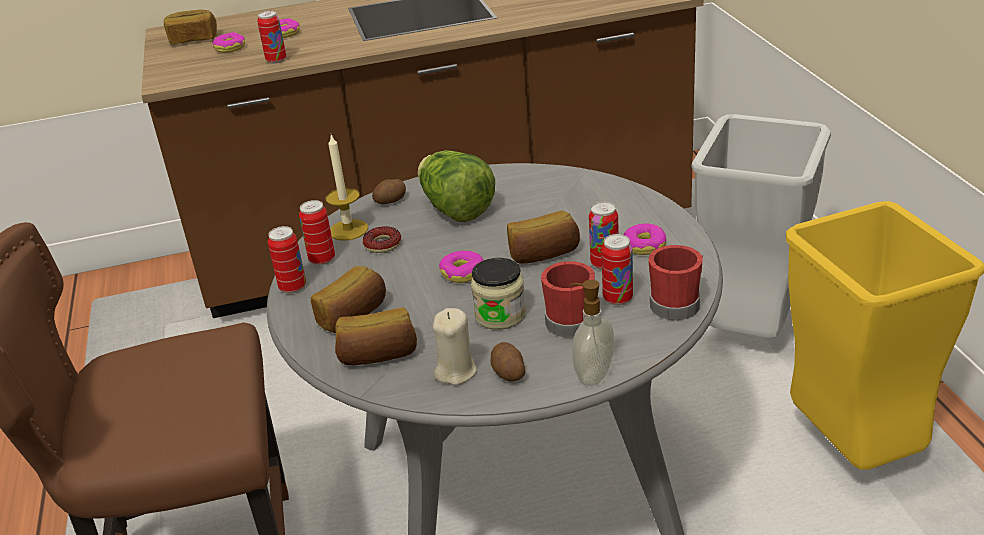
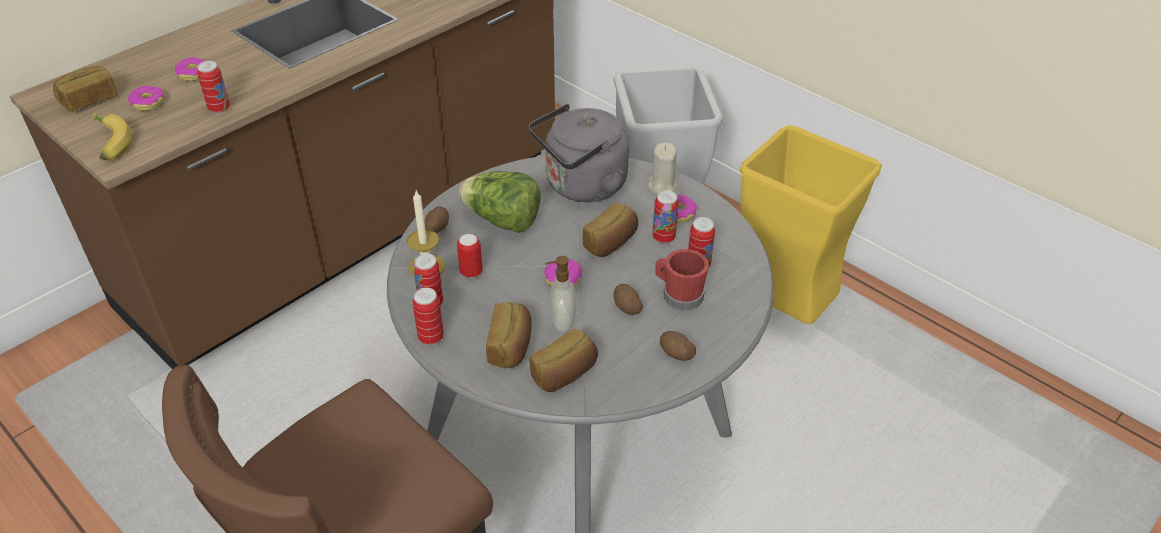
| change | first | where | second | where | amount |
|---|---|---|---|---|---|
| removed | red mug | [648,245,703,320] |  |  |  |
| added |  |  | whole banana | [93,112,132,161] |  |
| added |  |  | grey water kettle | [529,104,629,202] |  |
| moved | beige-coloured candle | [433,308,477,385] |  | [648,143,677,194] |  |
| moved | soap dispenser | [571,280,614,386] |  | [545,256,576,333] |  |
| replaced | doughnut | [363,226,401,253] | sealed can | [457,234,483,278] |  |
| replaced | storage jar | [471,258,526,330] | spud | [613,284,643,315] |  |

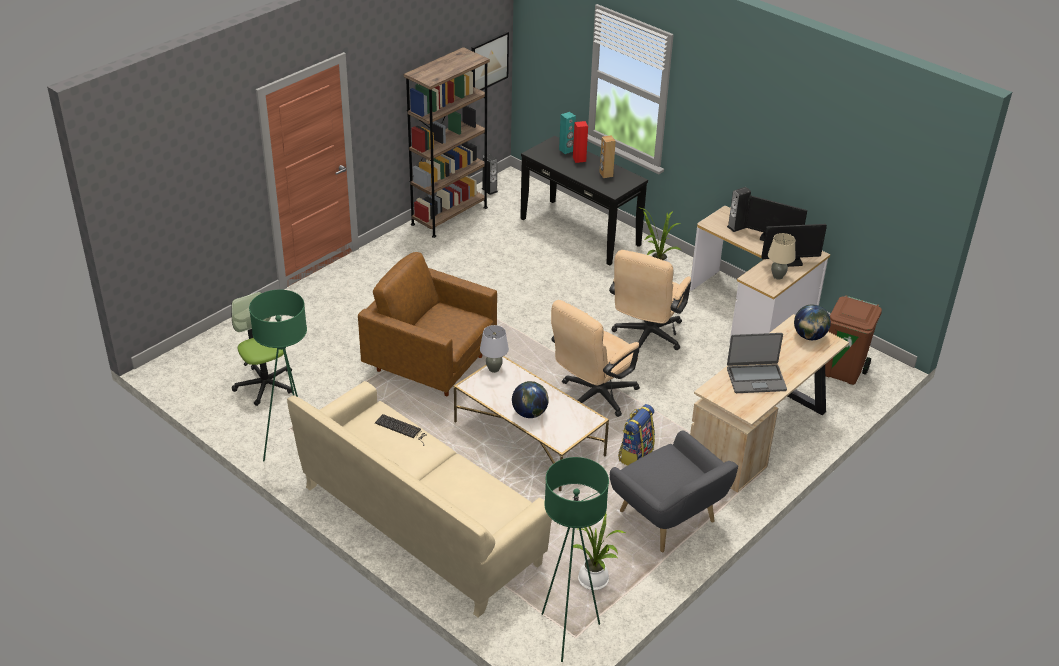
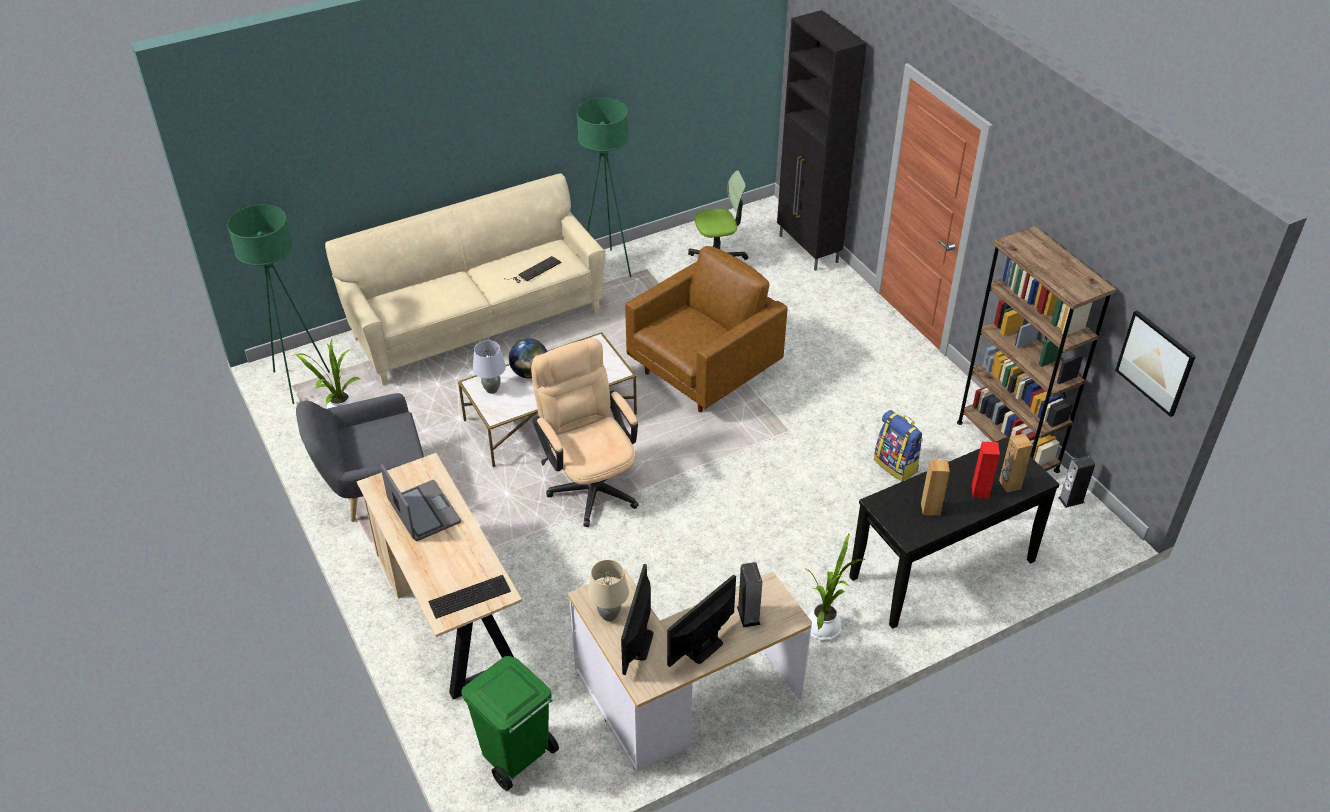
| change | first | where | second | where | amount |
|---|---|---|---|---|---|
| removed | beige-coloured office chair | [609,250,691,354] |  |  |  |
| added |  |  | blackish storage cabinet | [777,10,867,271] |  |
| moved | grey lamp for a table | [480,325,509,373] |  | [473,340,506,394] |  |
| moved | backpack | [618,404,655,466] |  | [874,410,923,481] |  |
| replaced | globe | [794,304,831,340] | keyboard | [428,575,511,619] |  |
| recoloured | blue-green speaker | [559,112,576,154] | brown speaker | [999,434,1033,492] |  |
| recoloured | brown trash can | [825,295,882,385] | green trash can | [461,656,559,791] |  |
| turned | portable computer | [727,333,787,393] |  | [380,464,461,541] | 135 degrees clockwise |

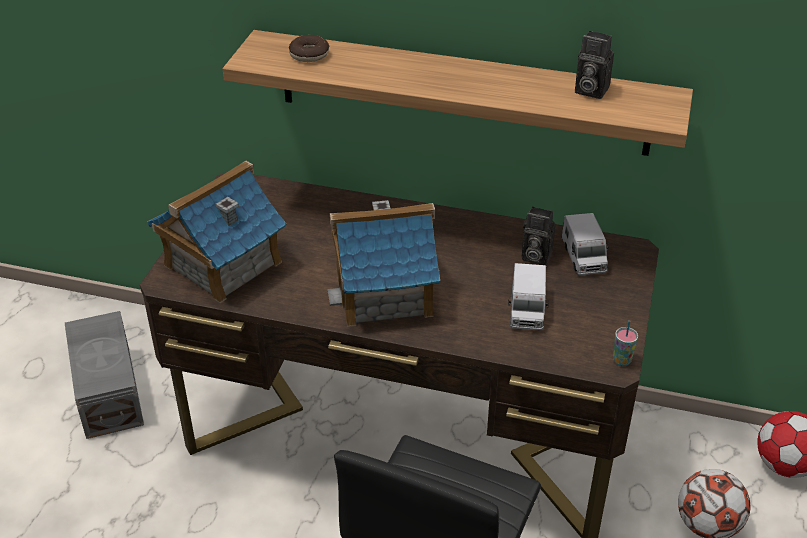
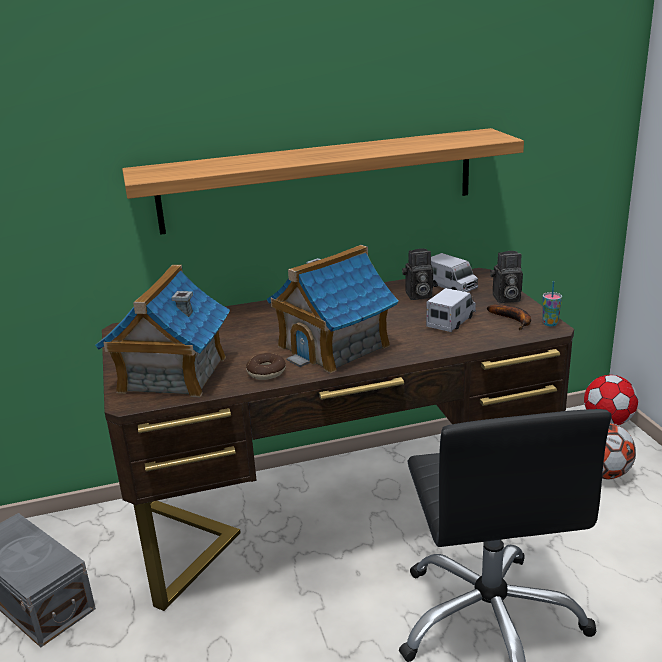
| change | first | where | second | where | amount |
|---|---|---|---|---|---|
| added |  |  | whole banana | [487,304,531,330] |  |
| moved | doughnut | [289,35,329,62] |  | [246,353,286,380] |  |
| moved | still camera | [575,31,614,99] |  | [490,251,523,303] |  |
| turned | model truck | [508,263,549,331] |  | [426,288,476,332] | 120 degrees counterclockwise |

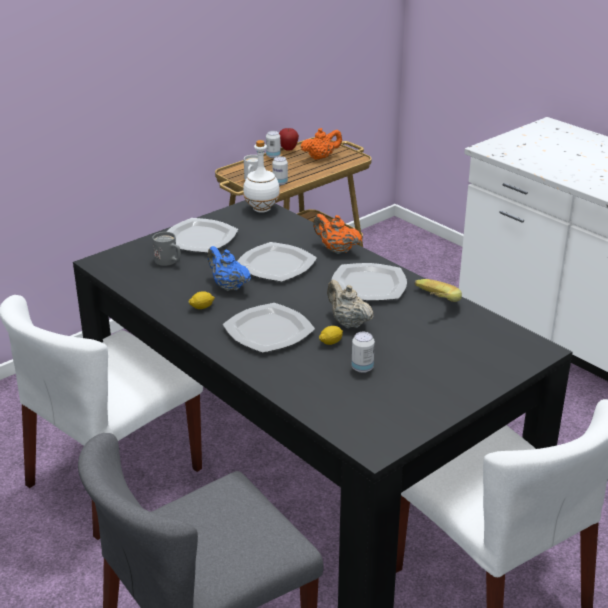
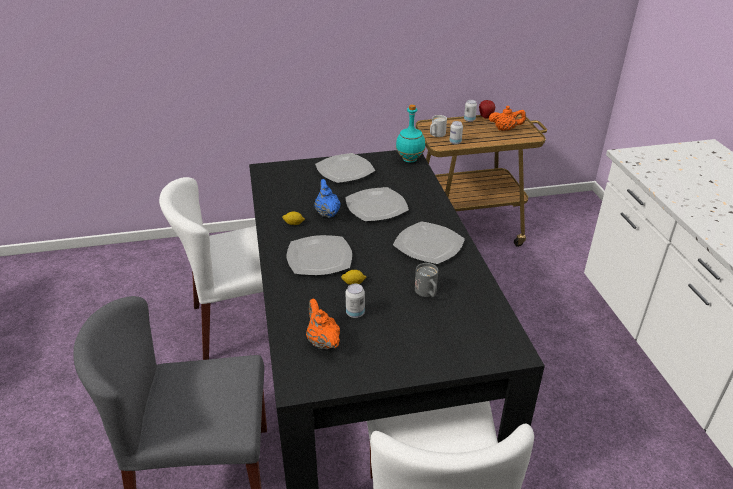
| change | first | where | second | where | amount |
|---|---|---|---|---|---|
| removed | beige-coloured tea pot | [327,280,374,328] |  |  |  |
| removed | whole banana | [414,279,462,302] |  |  |  |
| moved | grey mug | [152,232,181,266] |  | [415,263,438,297] |  |
| moved | orange-coloured tea pot | [313,214,362,254] |  | [306,299,340,350] |  |
| recoloured | whitish drink bottle | [243,140,280,213] | blue-green drink bottle | [396,104,425,163] |  |

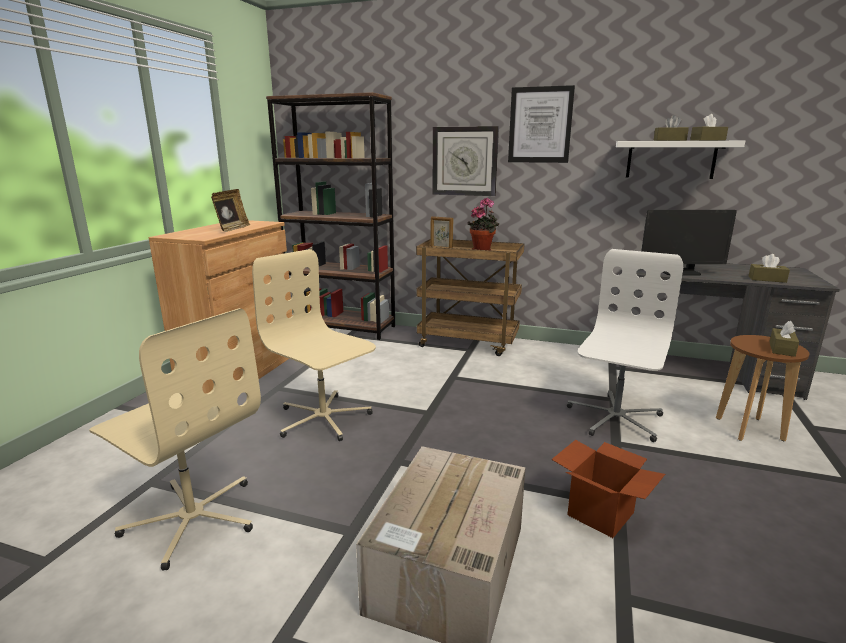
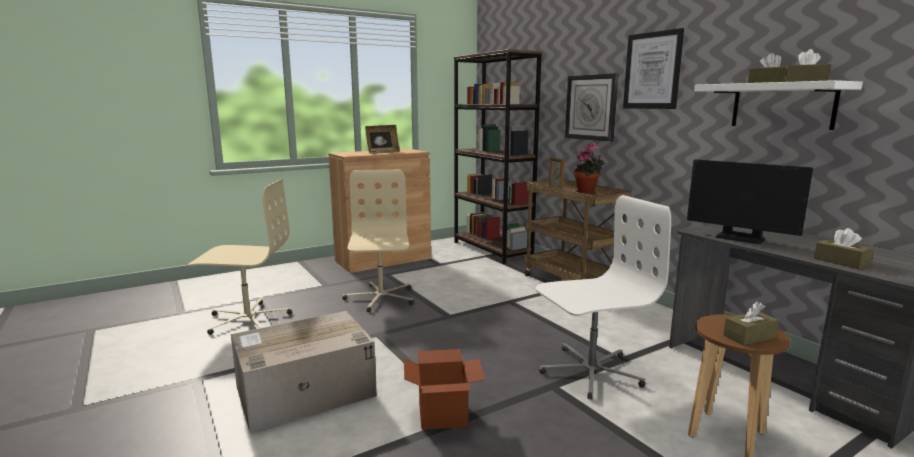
| change | first | where | second | where | amount |
|---|---|---|---|---|---|
| turned | beige-coloured office chair | [89,308,261,570] |  | [188,179,292,335] | 75 degrees counterclockwise |

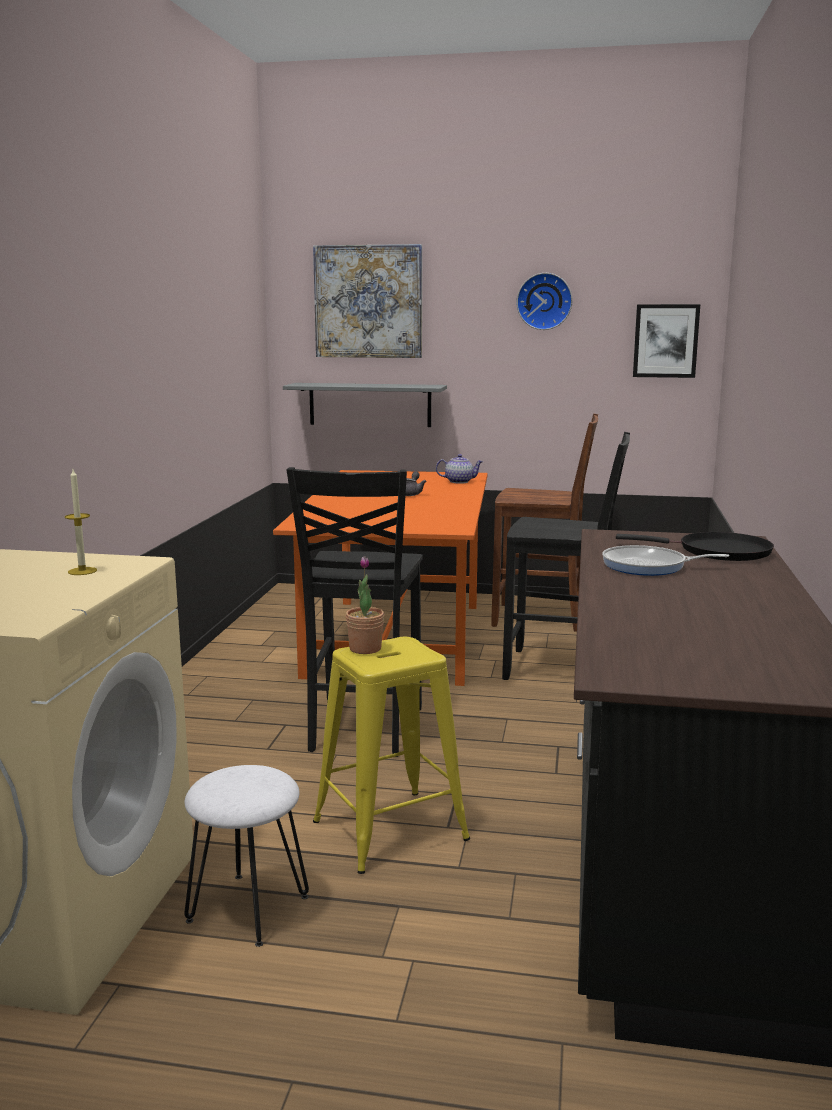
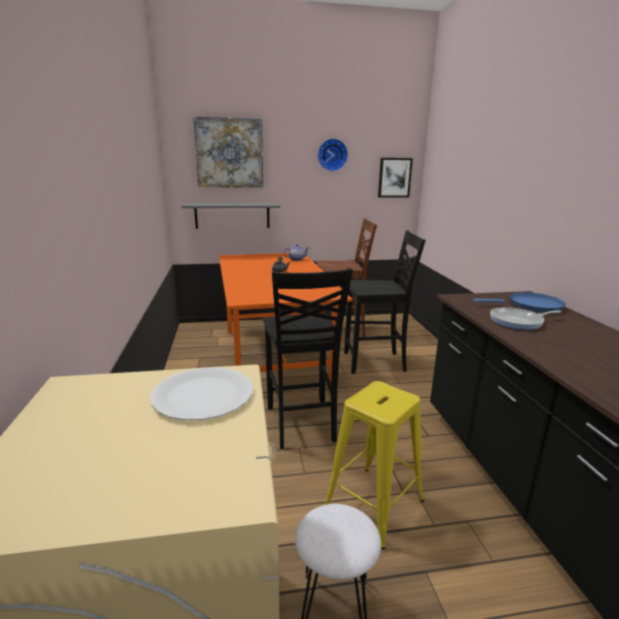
| change | first | where | second | where | amount |
|---|---|---|---|---|---|
| removed | potted plant | [346,556,384,654] |  |  |  |
| replaced | candle | [65,469,97,575] | whitish flat dish | [150,367,253,421] |  |
| recoloured | blackish pan | [616,532,774,561] | bluish pan | [473,292,566,312] |  |

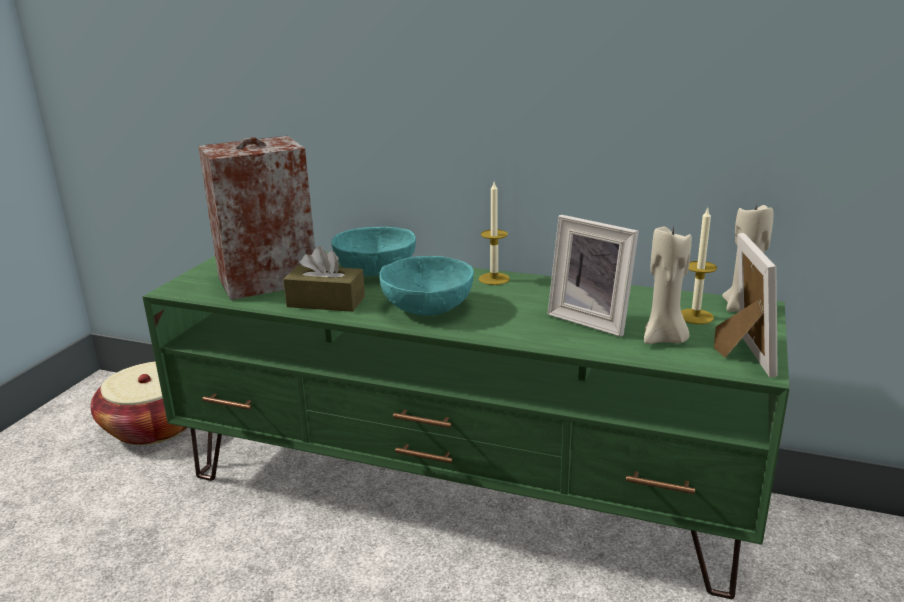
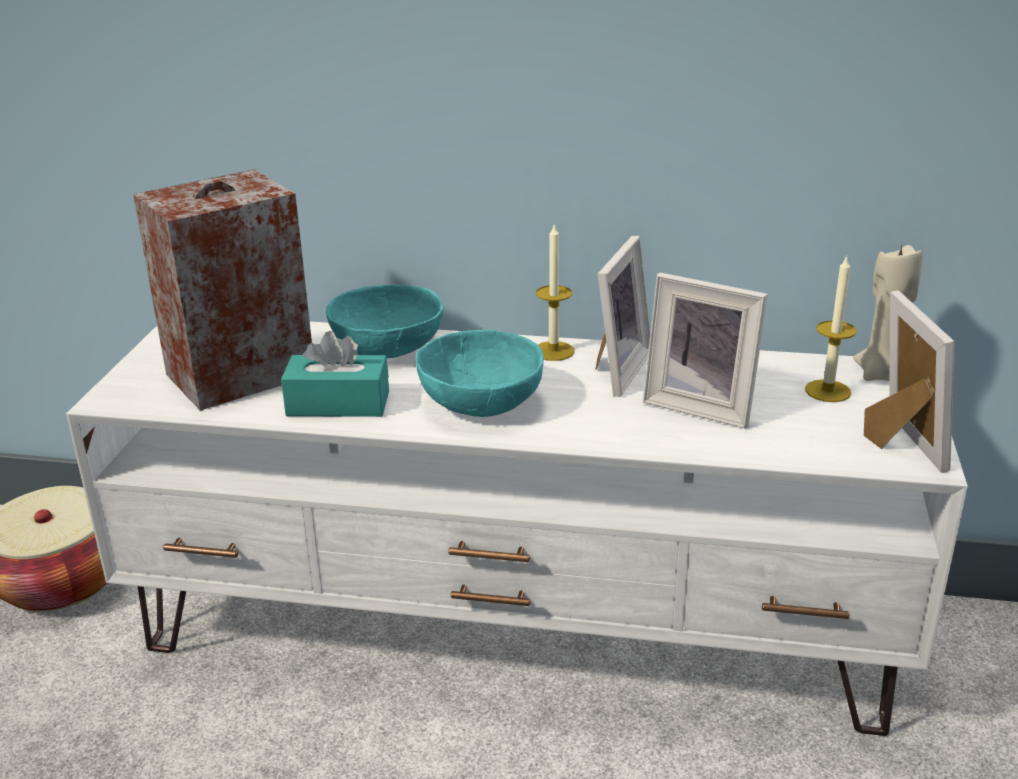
| change | first | where | second | where | amount |
|---|---|---|---|---|---|
| removed | beige-coloured candle | [644,226,692,344] |  |  |  |
| added |  |  | picture frame | [595,235,650,397] |  |
| recoloured | green tv stand | [142,251,789,600] | whitish tv stand | [66,321,968,736] |  |
| recoloured | brown tissue box | [283,246,365,312] | blue-green tissue box | [281,331,389,417] |  |

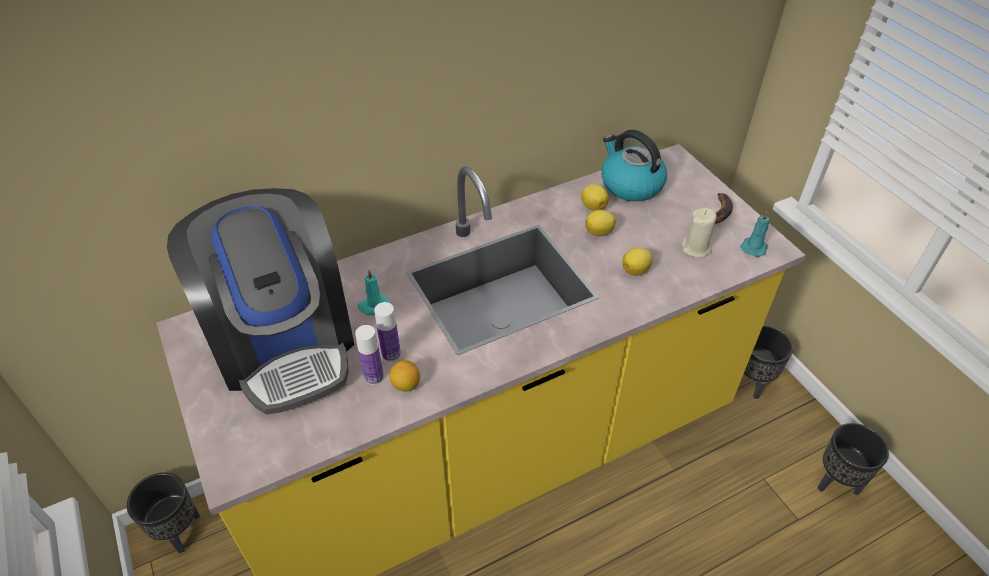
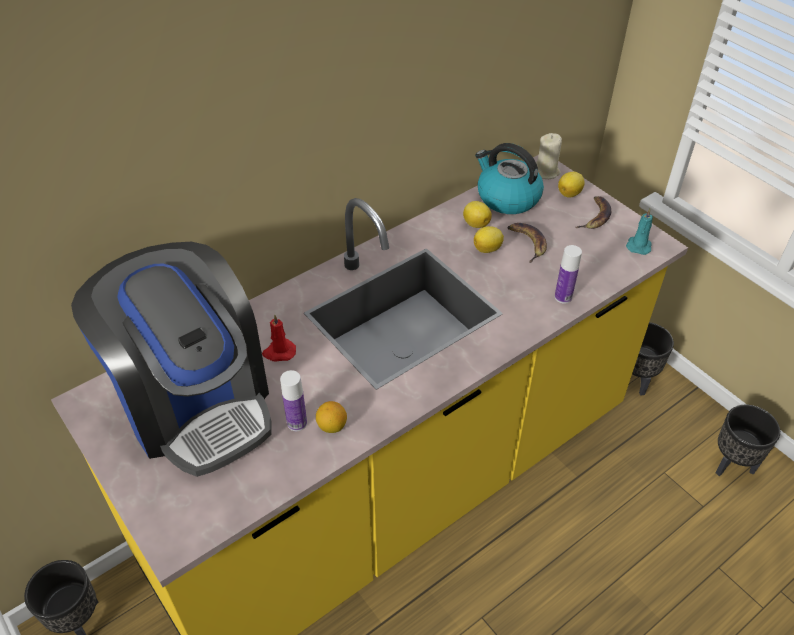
| change | first | where | second | where | amount |
|---|---|---|---|---|---|
| added |  |  | whole banana | [507,223,547,263] |  |
| moved | drink bottle | [374,302,401,362] |  | [555,245,582,304] |  |
| moved | citrus fruit | [622,247,653,276] |  | [558,172,585,198] |  |
| moved | beige-coloured candle | [681,208,717,258] |  | [536,133,562,179] |  |
| recoloured | blue-green candle | [358,269,390,315] | red candle | [262,314,296,362] |  |

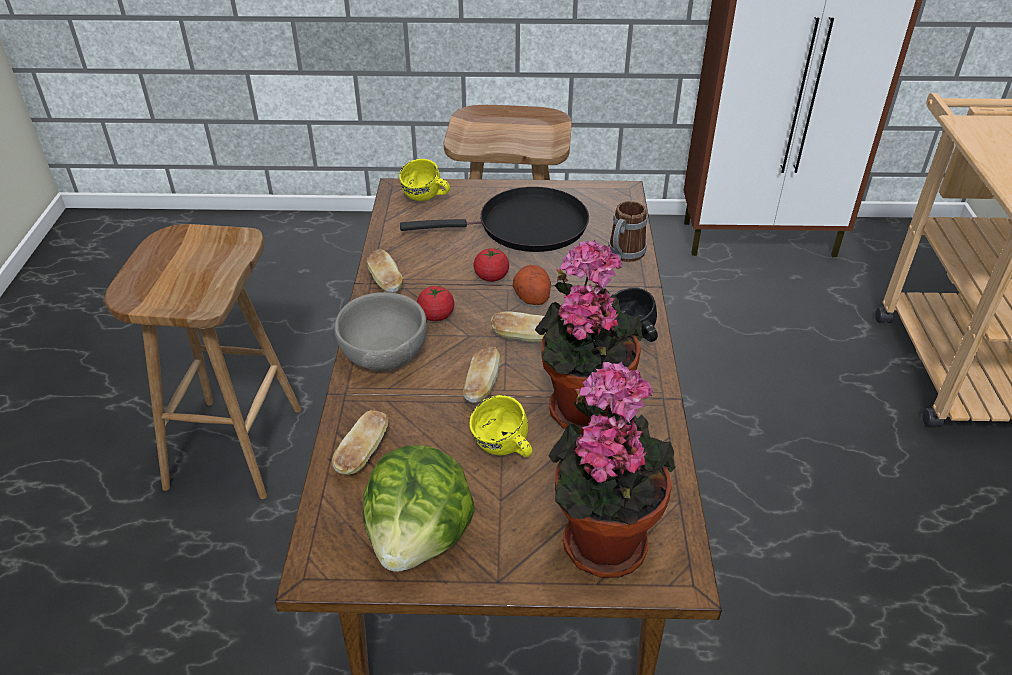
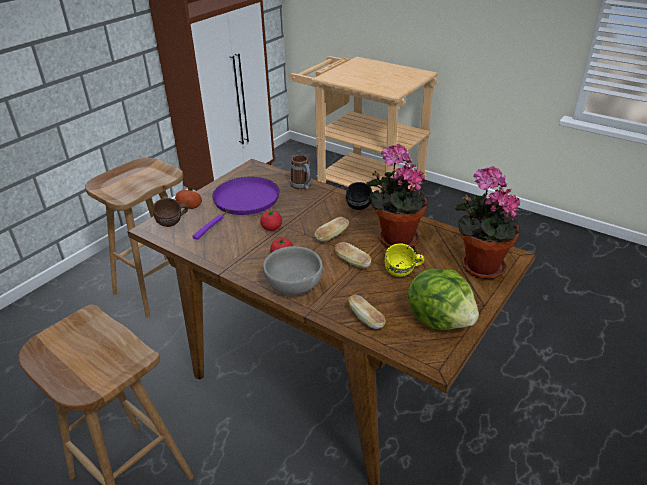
| change | first | where | second | where | amount |
|---|---|---|---|---|---|
| removed | bread | [367,249,403,293] |  |  |  |
| moved | spud | [513,265,551,305] |  | [175,190,202,209] |  |
| recoloured | yellowish mug | [399,159,450,201] | brown mug | [153,198,188,227] |  |
| recoloured | blackish pan | [400,187,589,252] | purple pan | [192,177,280,240] |  |

